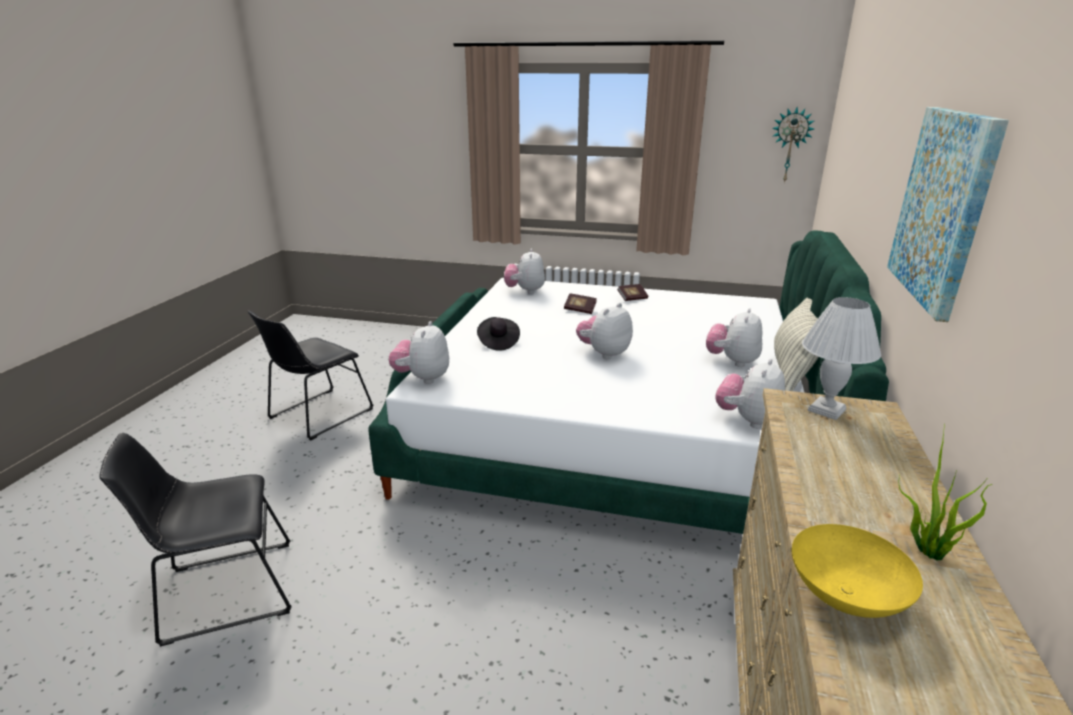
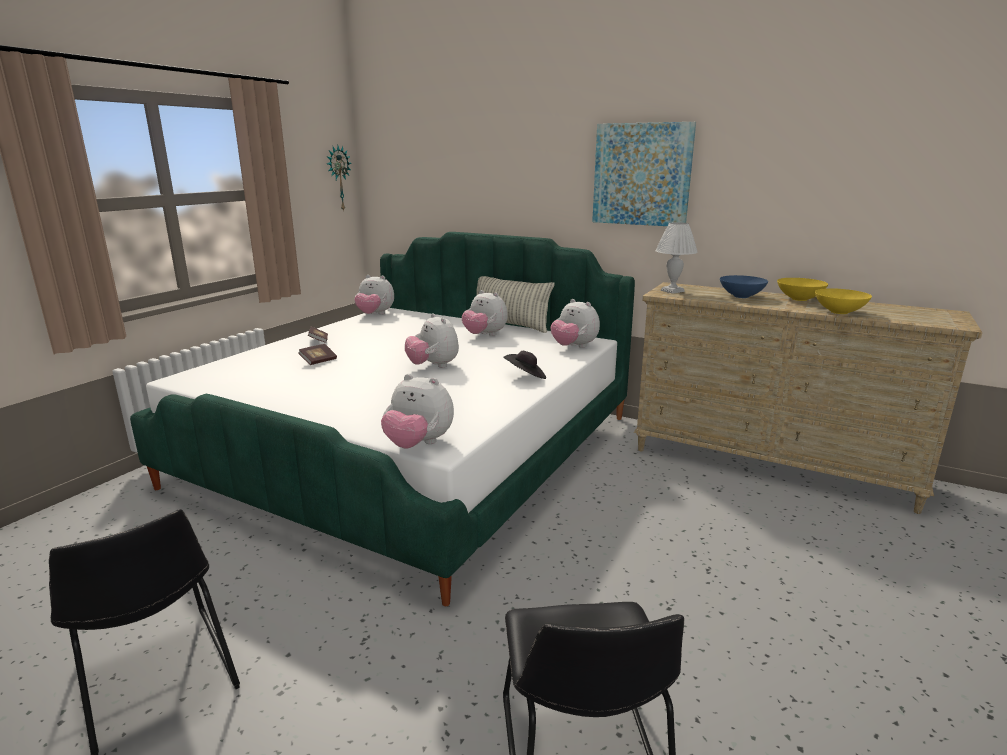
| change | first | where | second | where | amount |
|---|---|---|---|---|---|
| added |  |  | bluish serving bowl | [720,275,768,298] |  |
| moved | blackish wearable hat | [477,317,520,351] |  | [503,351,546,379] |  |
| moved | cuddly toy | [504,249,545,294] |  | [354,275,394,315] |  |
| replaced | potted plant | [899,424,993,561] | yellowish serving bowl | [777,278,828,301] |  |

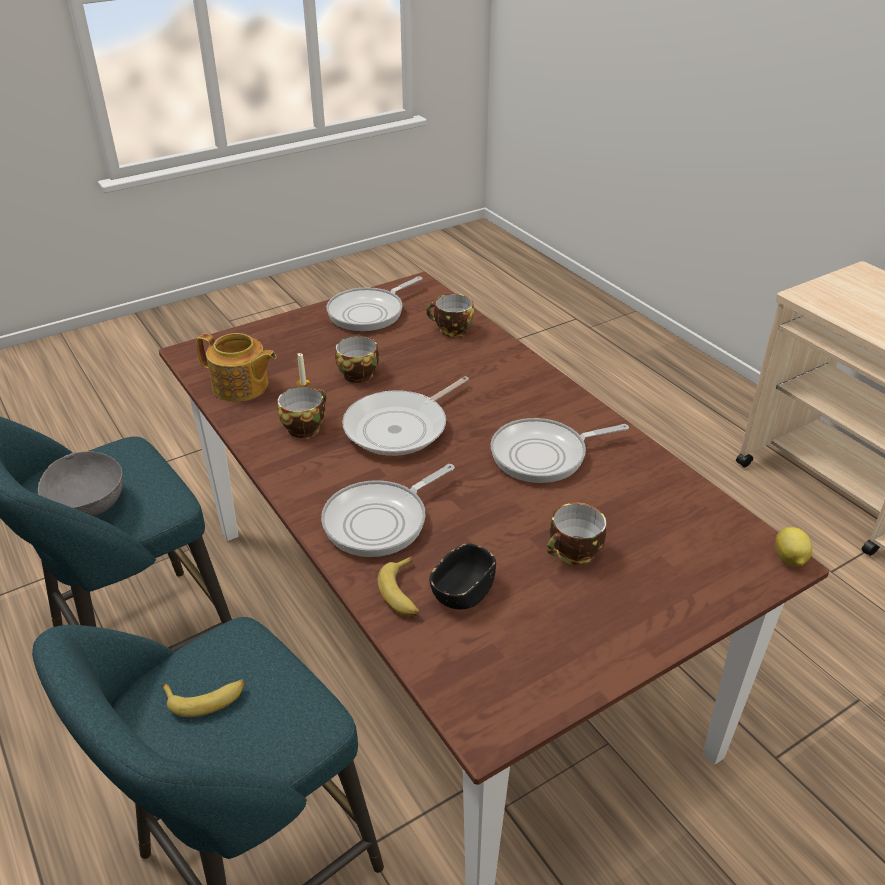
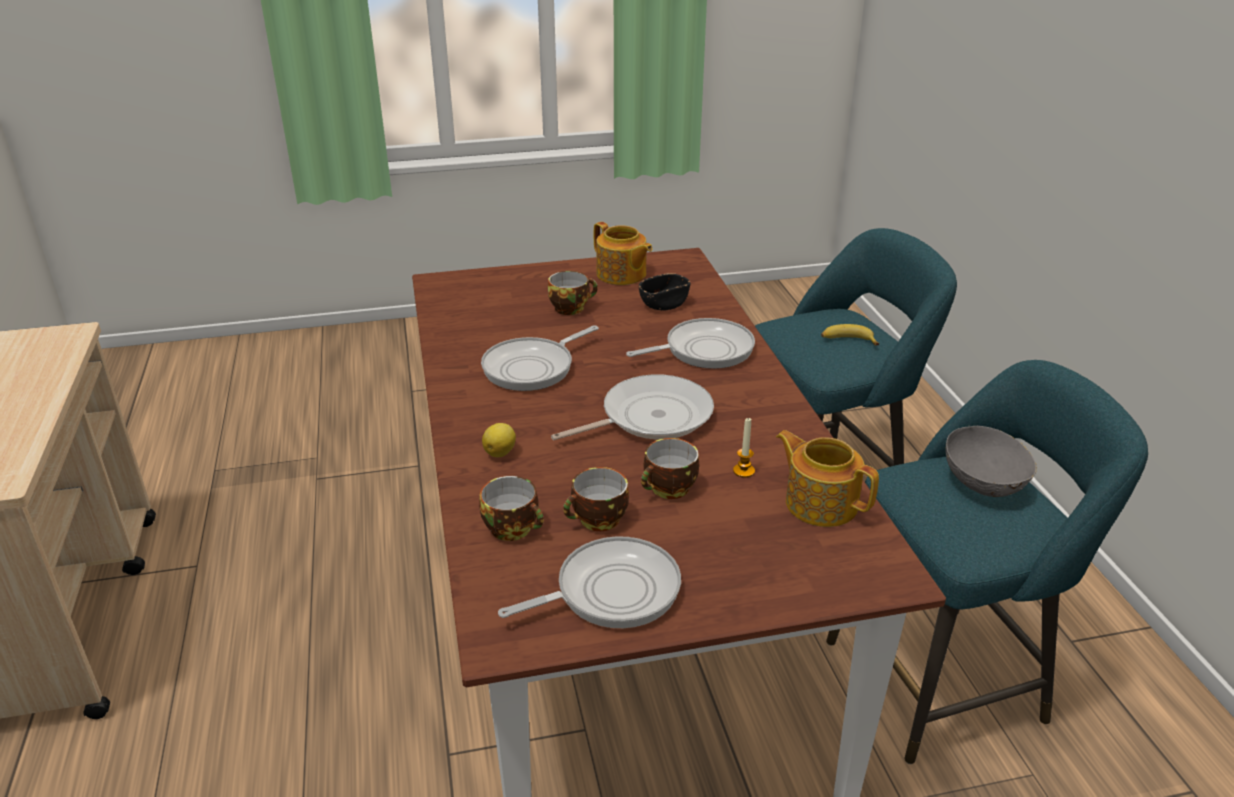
| change | first | where | second | where | amount |
|---|---|---|---|---|---|
| removed | whole banana | [378,556,420,616] |  |  |  |
| added |  |  | tea pot | [594,222,652,285] |  |
| moved | small cup | [278,386,326,438] |  | [563,467,629,531] |  |
| moved | citrus fruit | [775,527,812,566] |  | [482,423,516,457] |  |
| turned | pan | [491,418,629,483] |  | [481,325,599,391] | 135 degrees clockwise |

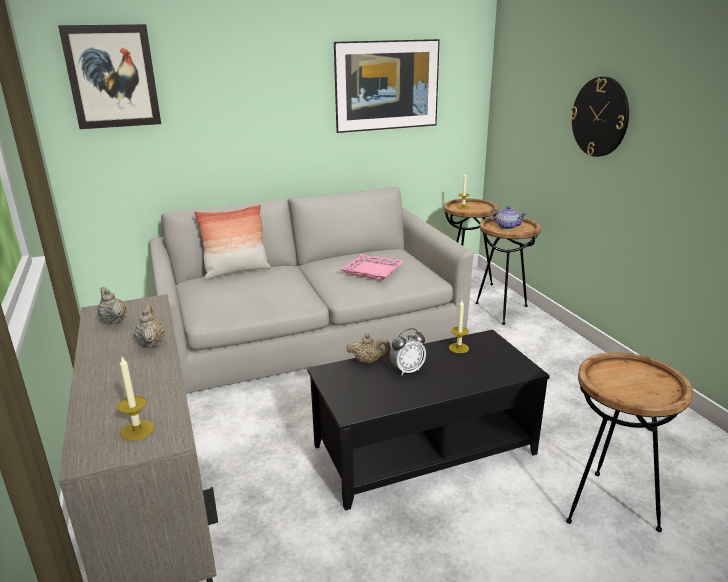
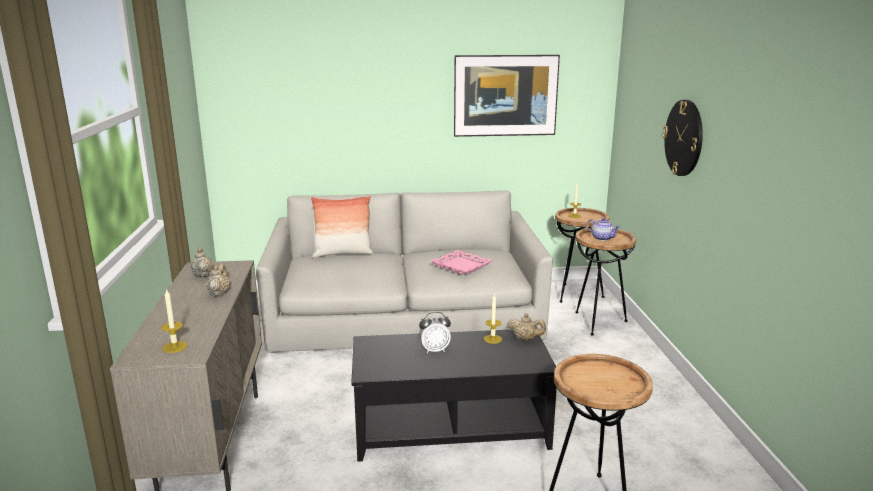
| change | first | where | second | where | amount |
|---|---|---|---|---|---|
| removed | wall art | [58,24,161,129] |  |  |  |
| moved | beige-coloured tea pot | [346,334,391,364] |  | [507,313,546,340] |  |

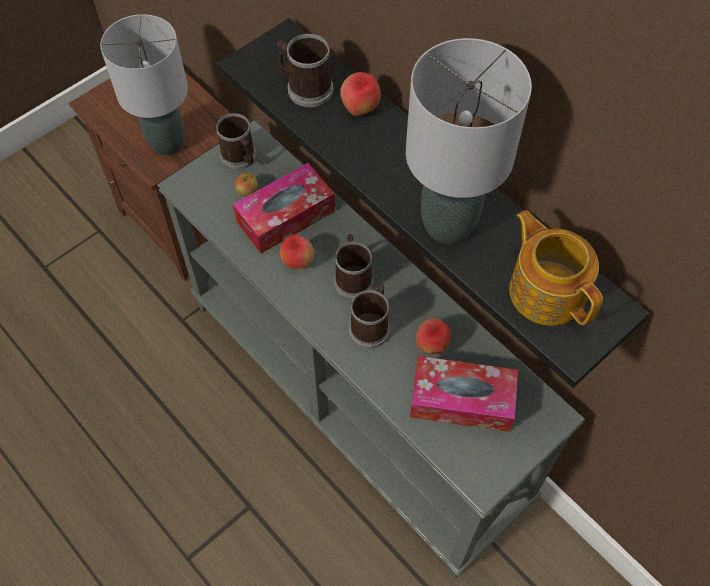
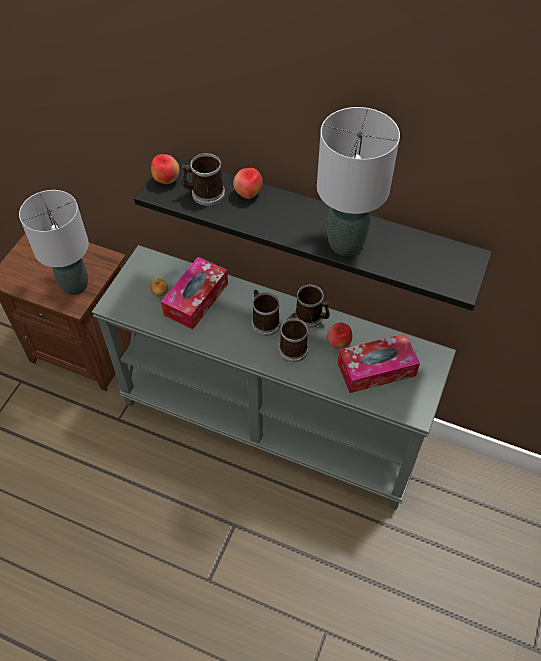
| change | first | where | second | where | amount |
|---|---|---|---|---|---|
| removed | tea pot | [509,210,603,326] |  |  |  |
| moved | mug | [216,113,256,170] |  | [295,285,330,328] |  |
| moved | apple fruit | [279,234,314,270] |  | [151,154,179,184] |  |

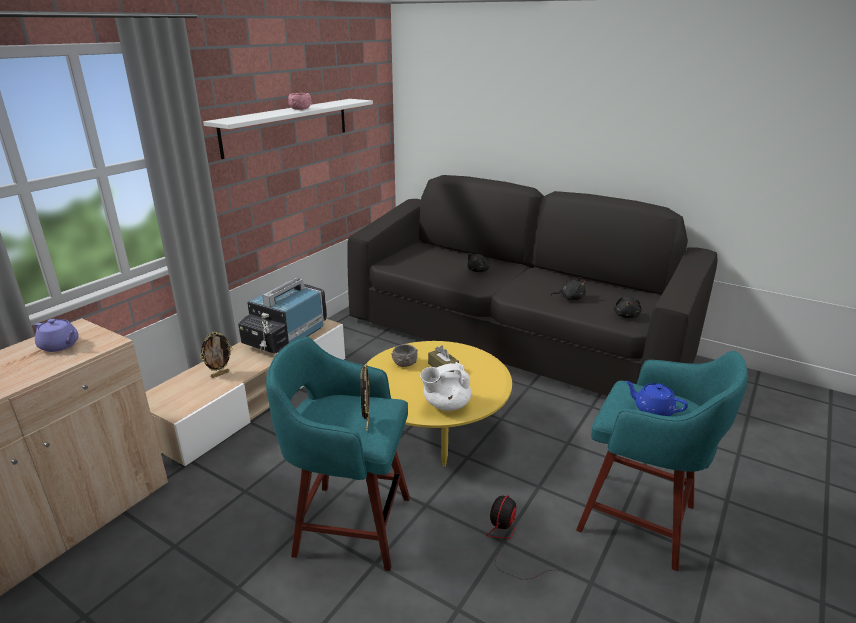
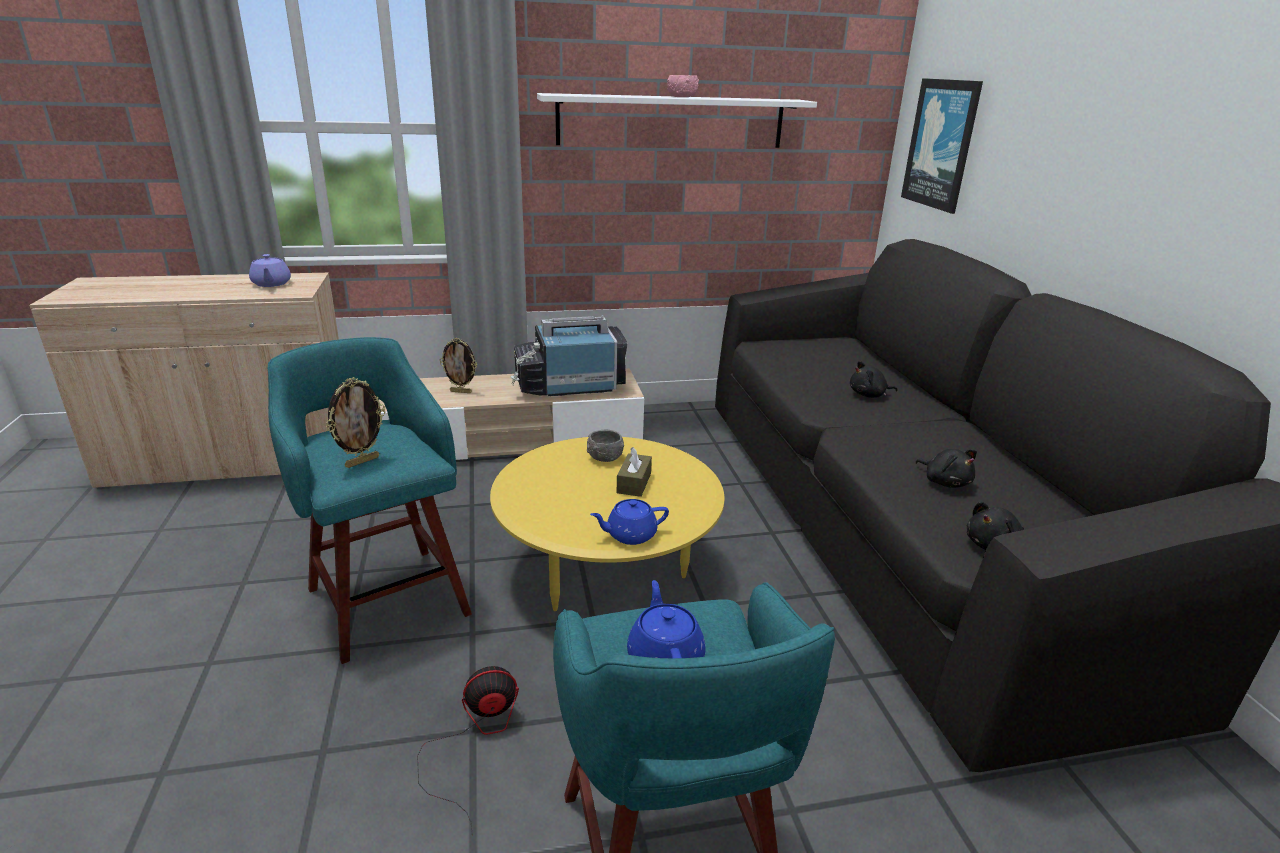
| change | first | where | second | where | amount |
|---|---|---|---|---|---|
| removed | whitish tea pot | [420,362,471,411] |  |  |  |
| added |  |  | bluish tea pot | [590,499,669,545] |  |
| added |  |  | wall art | [901,78,983,214] |  |

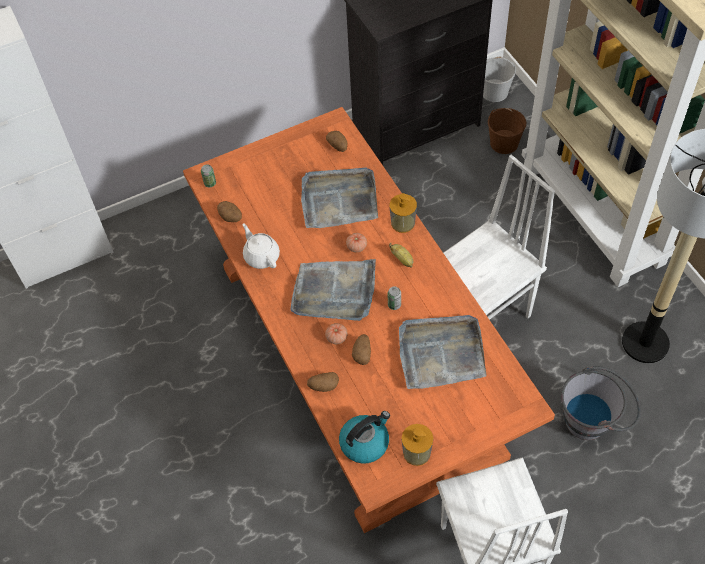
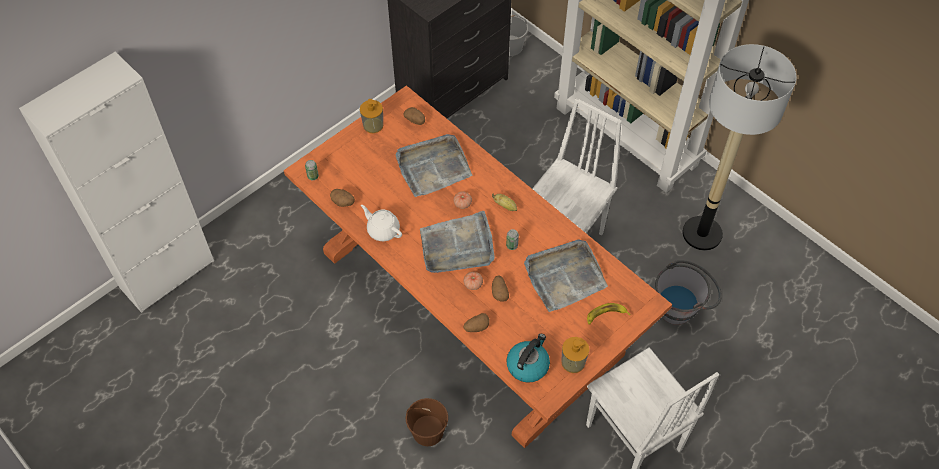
| change | first | where | second | where | amount |
|---|---|---|---|---|---|
| added |  |  | whole banana | [587,303,631,324] |  |
| moved | soap dispenser | [390,193,417,233] |  | [360,99,383,133] |  |
| moved | brown water bucket | [488,108,526,154] |  | [406,398,448,446] |  |

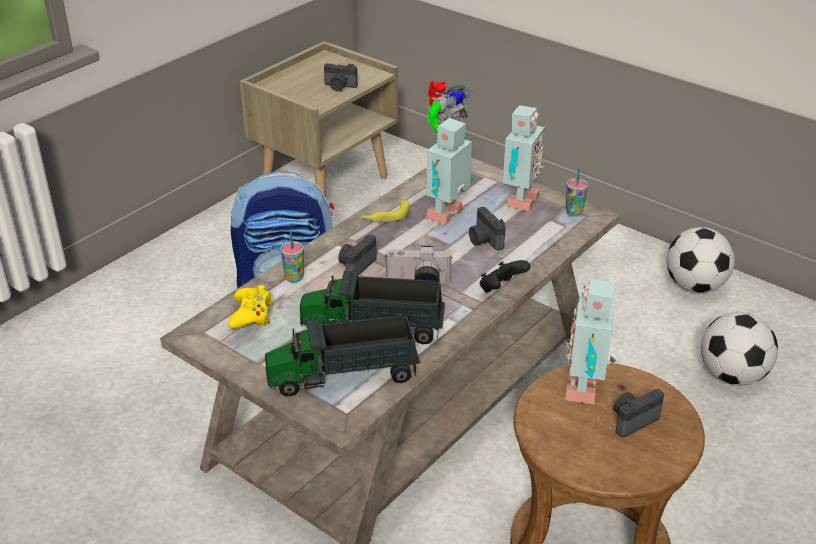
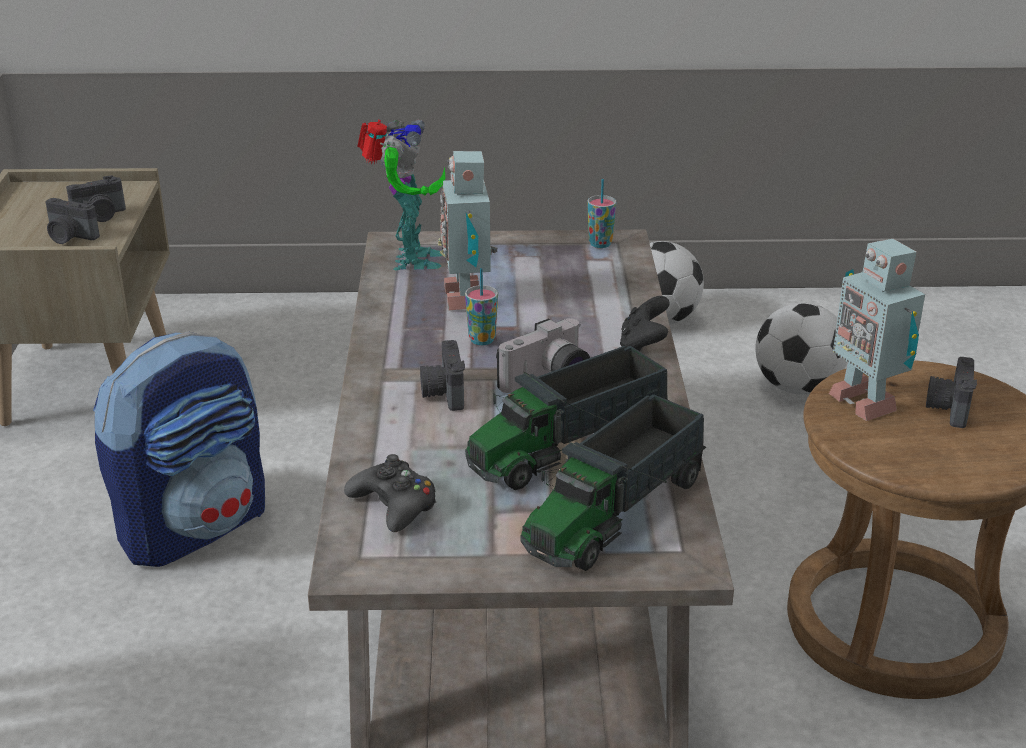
| change | first | where | second | where | amount |
|---|---|---|---|---|---|
| removed | whole banana | [360,200,410,222] |  |  |  |
| removed | robot figure | [503,105,545,211] |  |  |  |
| moved | small cup | [280,232,304,283] |  | [465,268,498,345] |  |
| moved | still camera | [469,207,505,251] |  | [45,198,100,244] |  |
| recoloured | yellowish game controller | [228,285,273,328] | blackish game controller | [344,454,436,532] |  |

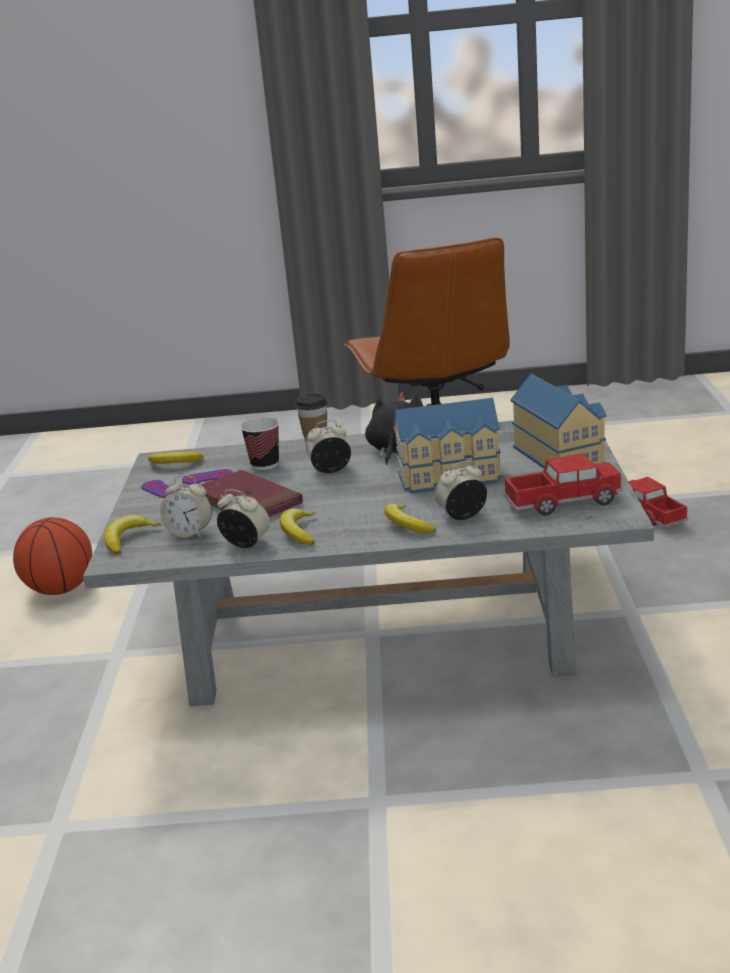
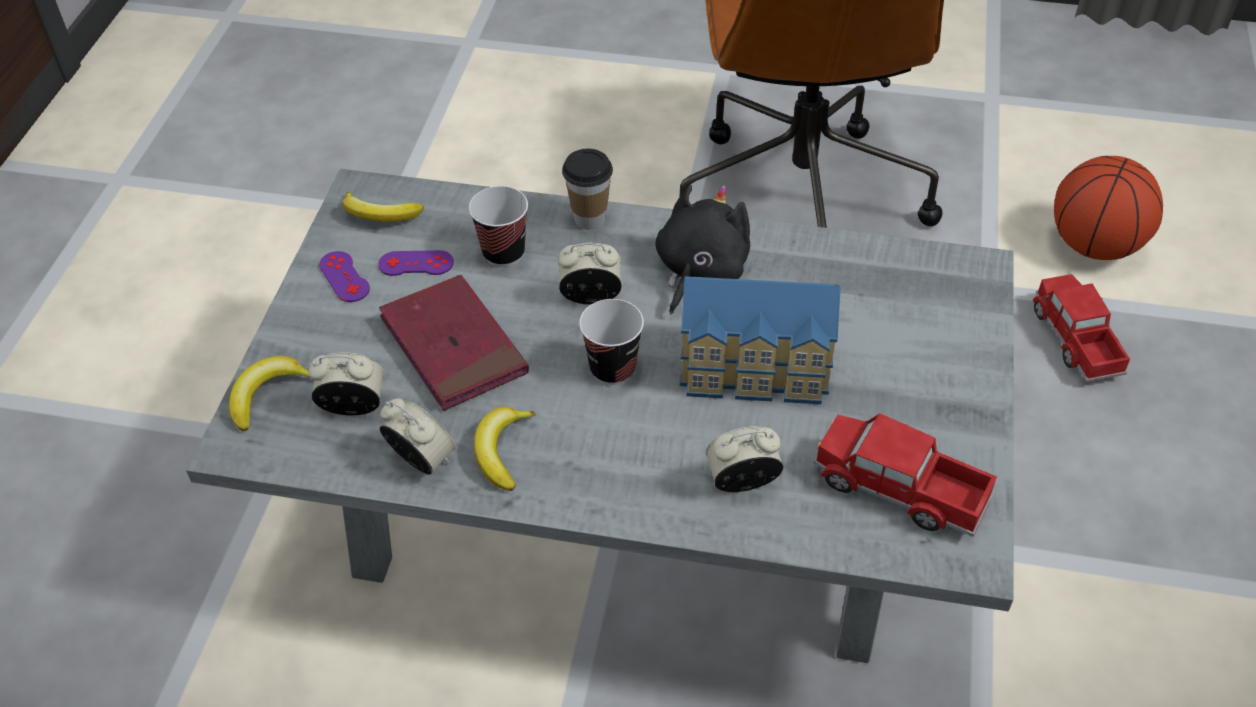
| change | first | where | second | where | amount |
|---|---|---|---|---|---|
| removed | whole banana | [384,503,436,533] |  |  |  |
| removed | miniature house | [511,374,606,468] |  |  |  |
| added |  |  | small cup | [579,299,644,385] |  |
| moved | basketball | [13,517,92,595] |  | [1054,156,1163,260] |  |
| turned | bedside clock | [160,475,212,538] |  | [308,352,384,416] | 150 degrees clockwise |
| turned | model truck | [504,453,623,515] |  | [814,413,997,537] | 150 degrees counterclockwise |

